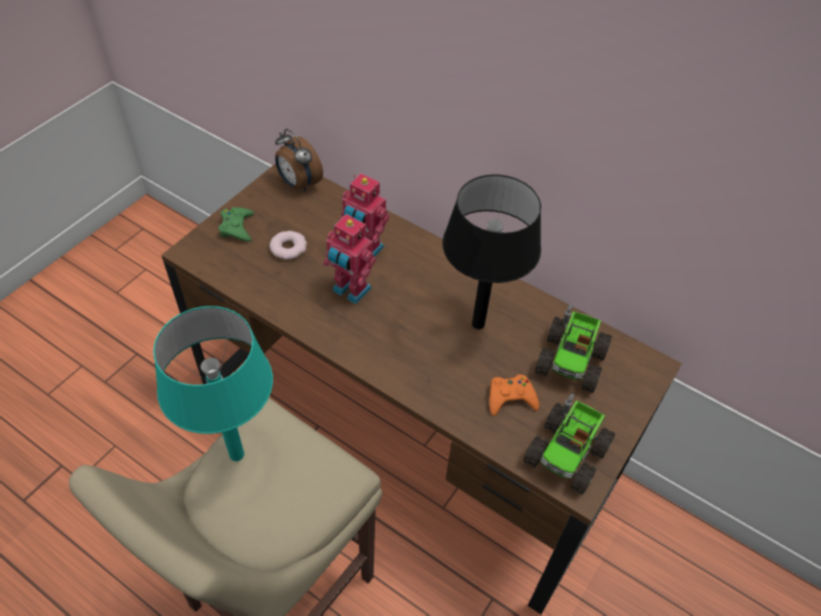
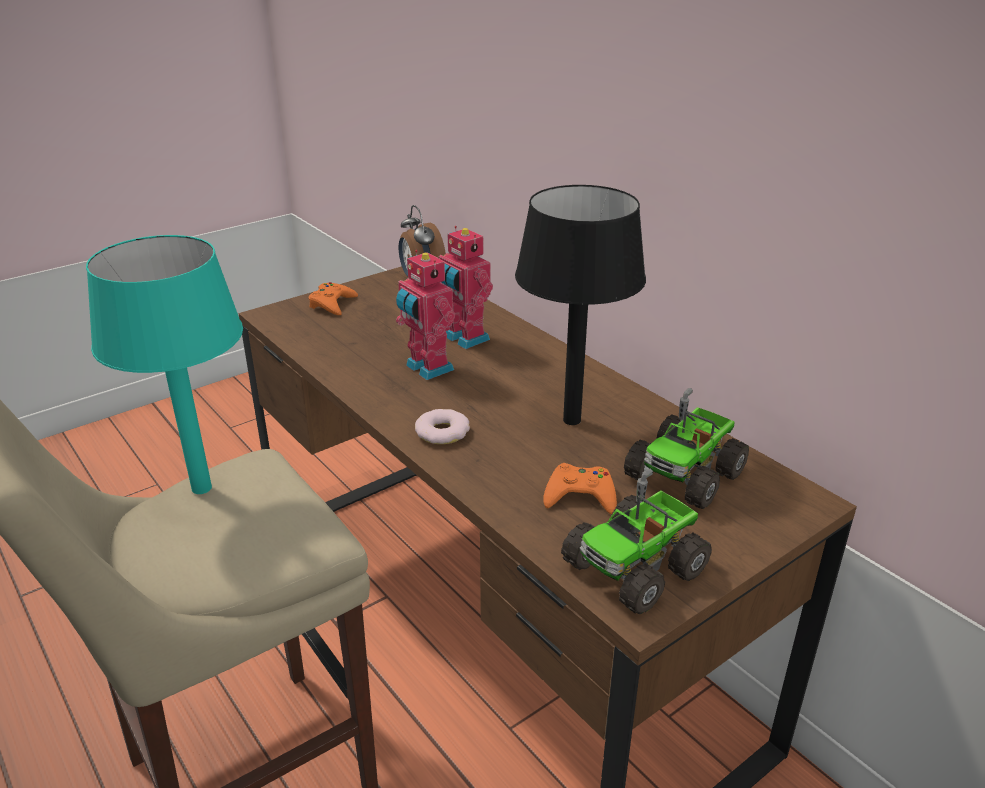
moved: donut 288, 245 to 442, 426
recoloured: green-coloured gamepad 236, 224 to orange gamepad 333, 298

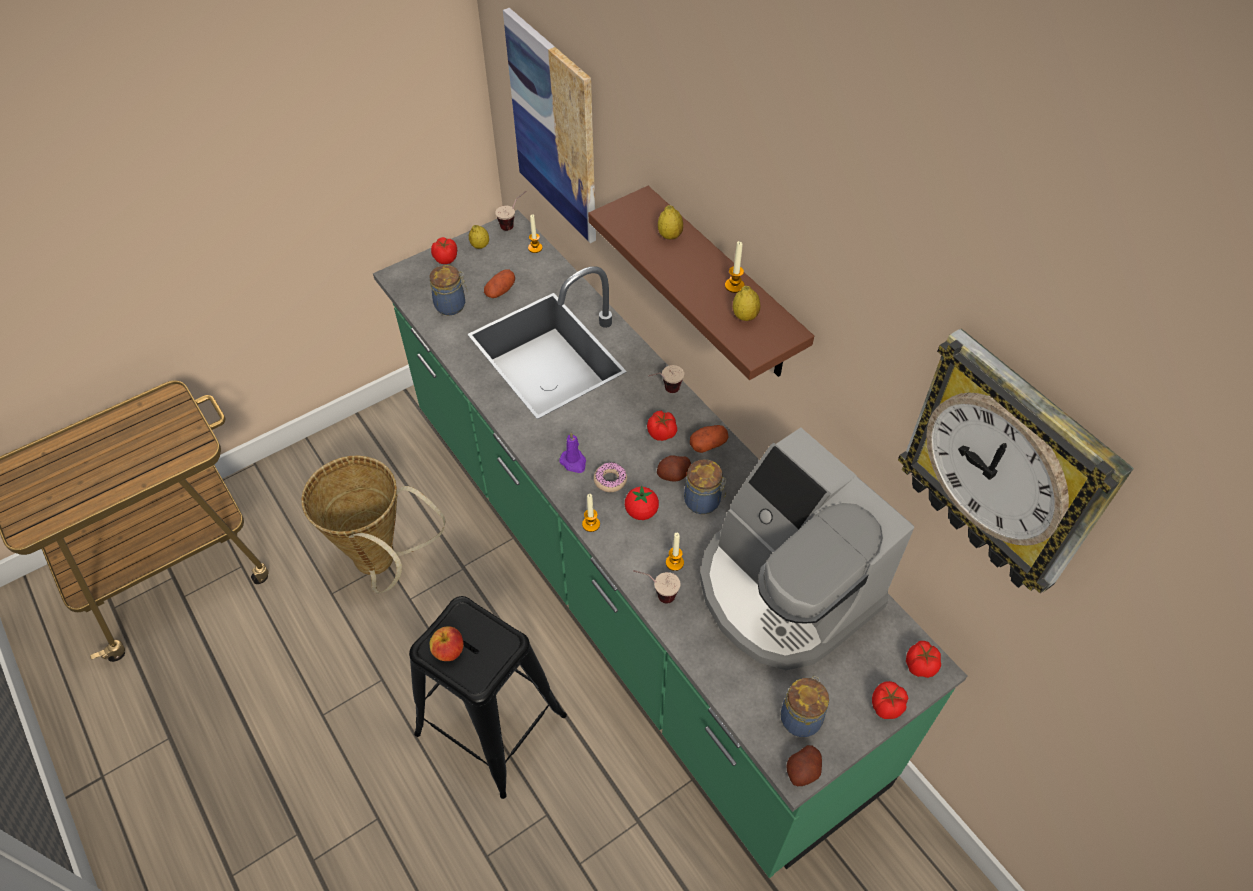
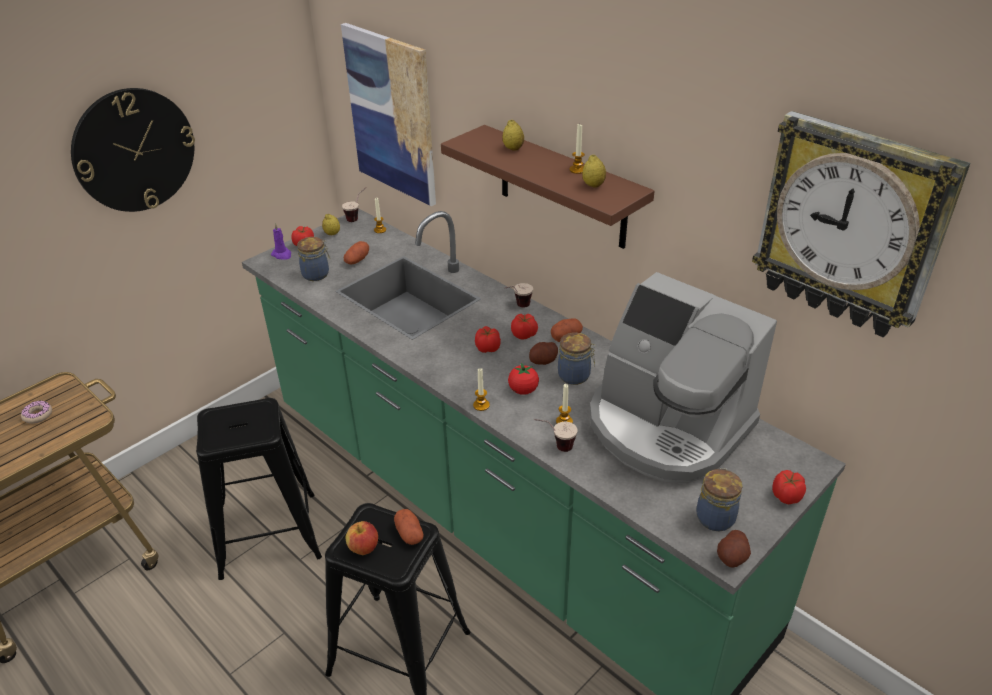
added: hanging clock 133, 150; spud 409, 527
moved: purple candle 572, 452 to 281, 241; donut 610, 477 to 36, 412; whole tomato 923, 659 to 488, 339
replaced: household basket 373, 524 to blackish sitting stool 259, 489

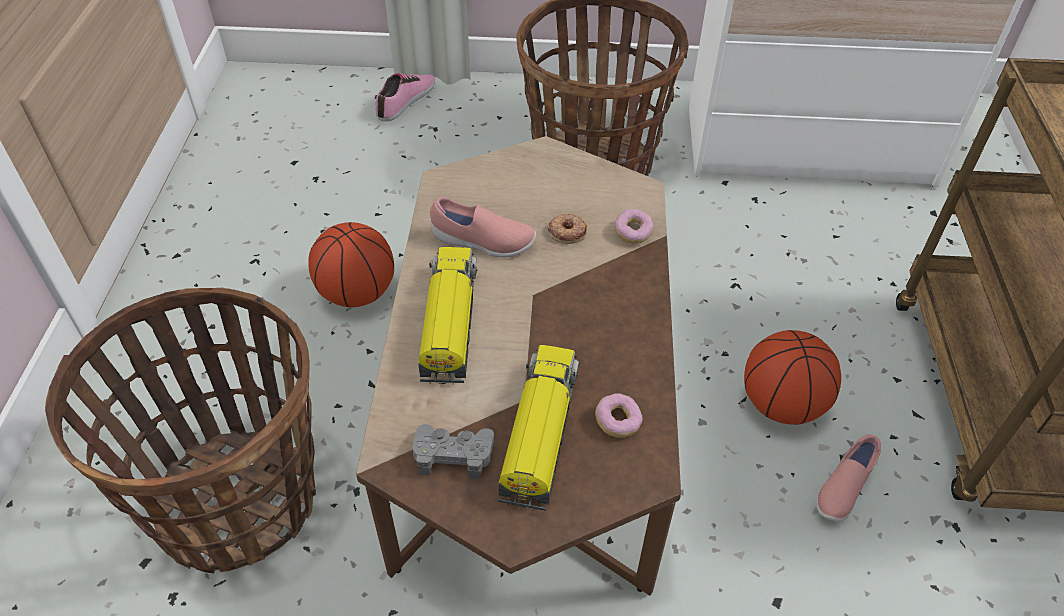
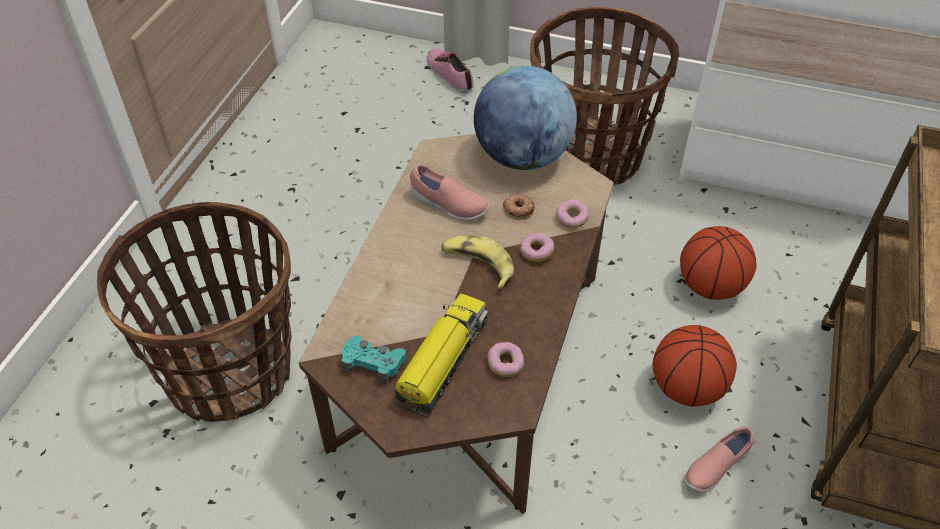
removed: toy lorry 447, 315
added: world globe 525, 118; donut 537, 247; banana 477, 262
moved: basketball 351, 264 to 718, 263
recoloured: greyish gamepad 453, 451 to blue-green gamepad 373, 360
turned: shoe 405, 97 = 450, 70 75 degrees counterclockwise

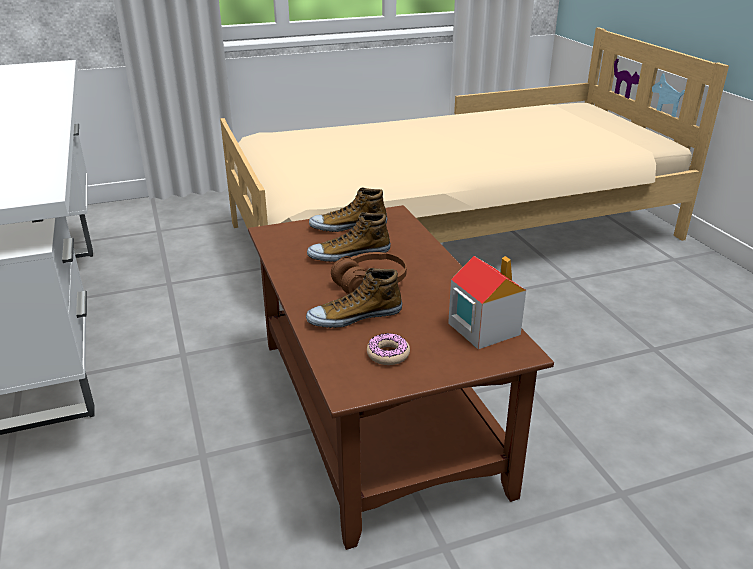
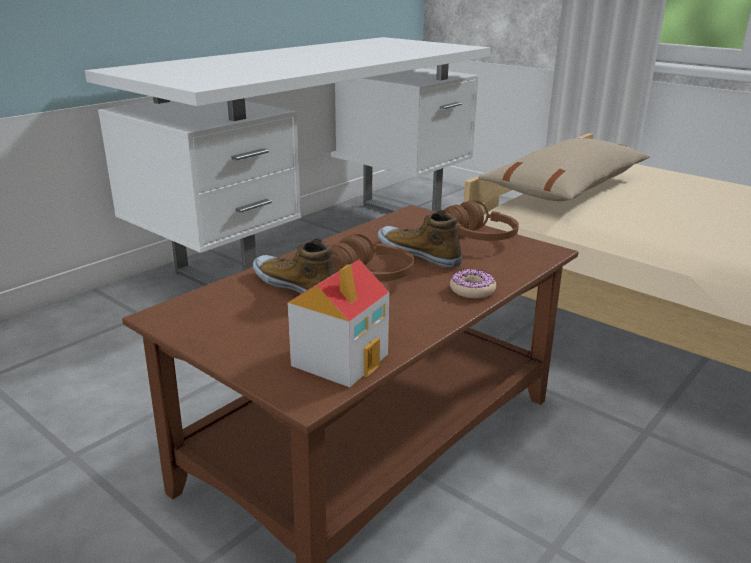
added: beige cushion 564, 169
moved: donut 388, 349 to 473, 283
replaced: shoe 348, 210 to brown-coloured pair of headphones 481, 220

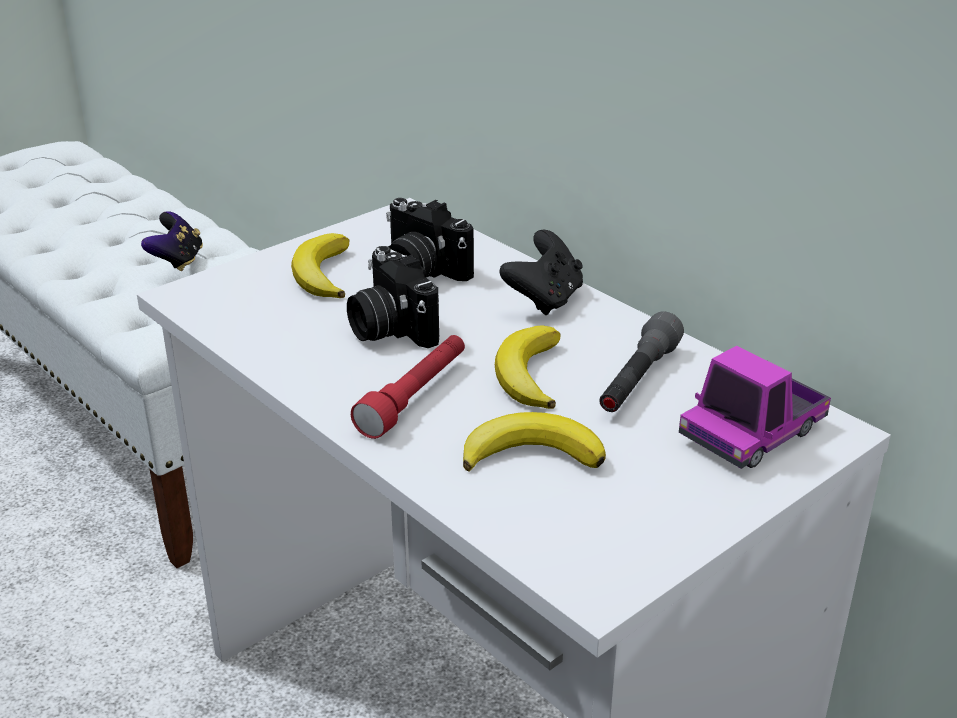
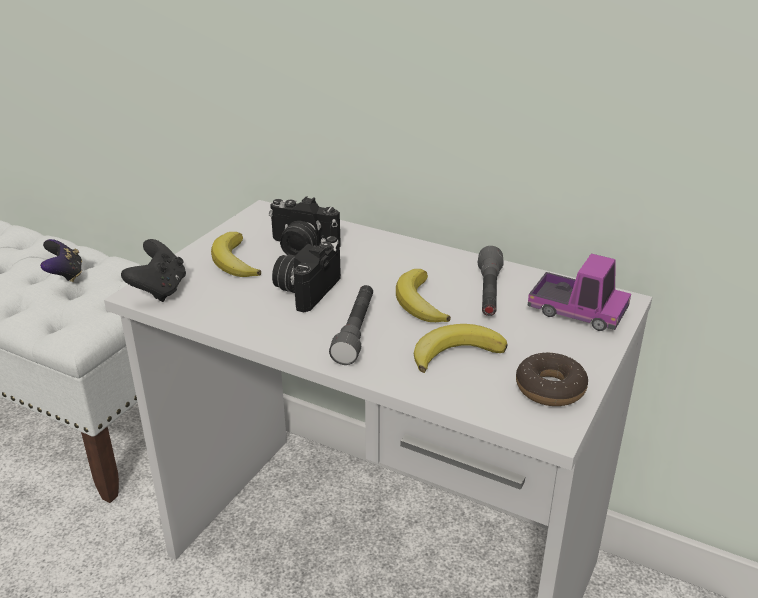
added: donut 552, 379
moved: blackish gamepad 541, 272 to 153, 270
recoloured: red-coloured flashlight 408, 387 to greyish flashlight 351, 325
turned: photo camera 393, 297 = 306, 274 75 degrees clockwise; toy lorry 755, 407 = 579, 292 90 degrees counterclockwise

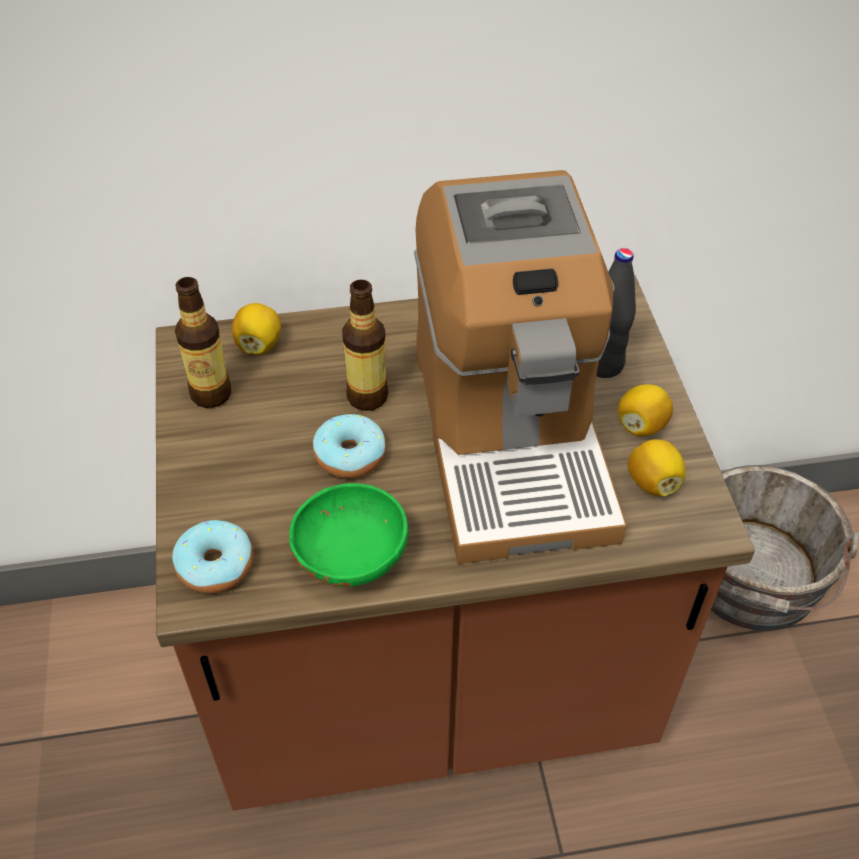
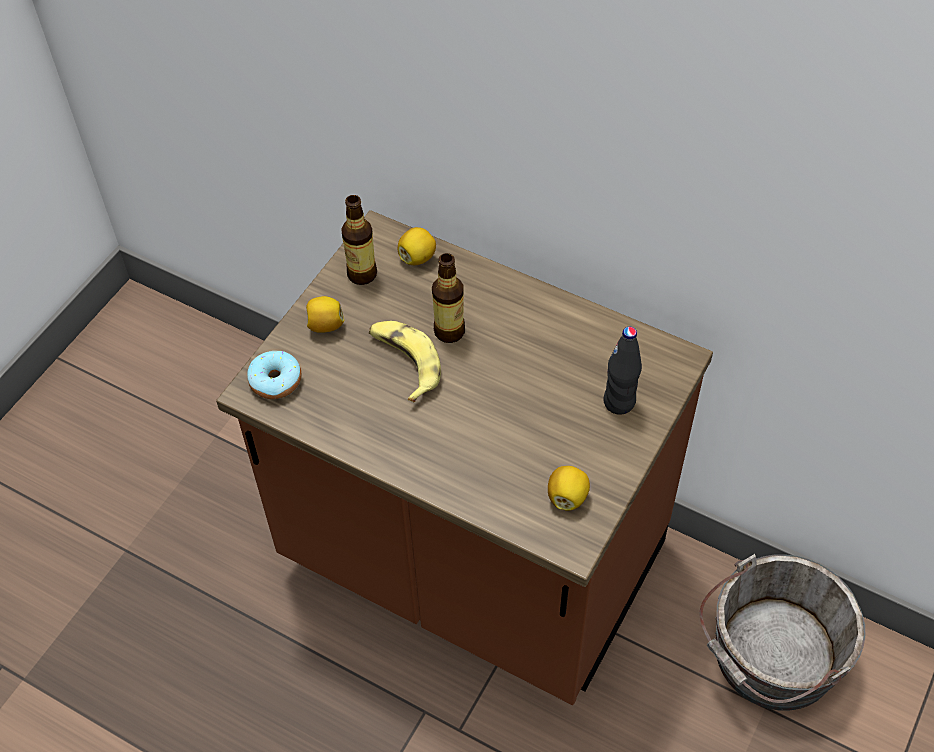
removed: coffee brewer 520, 367; green-coloured bowl 348, 535
moved: citrus fruit 645, 410 to 325, 314
replaced: donut 349, 446 to banana 405, 361

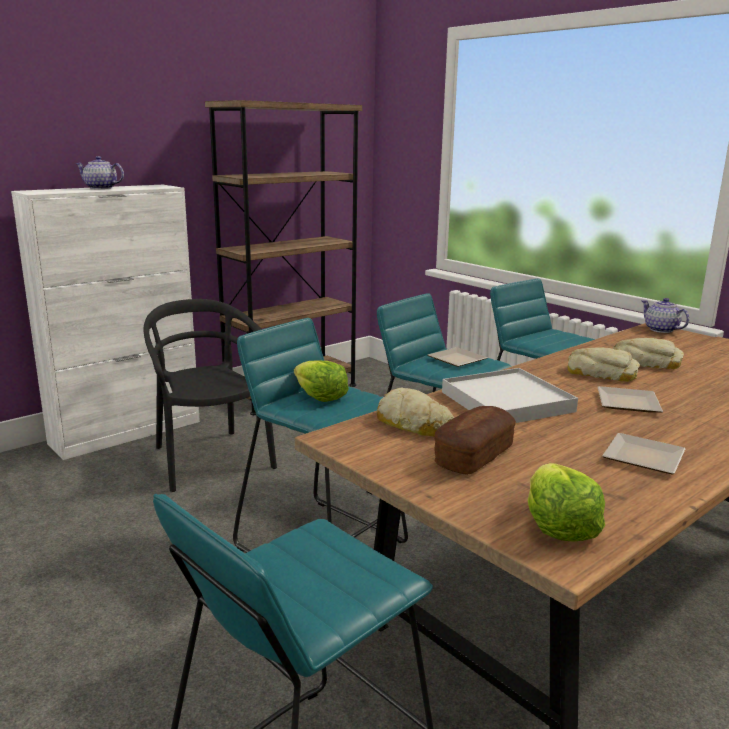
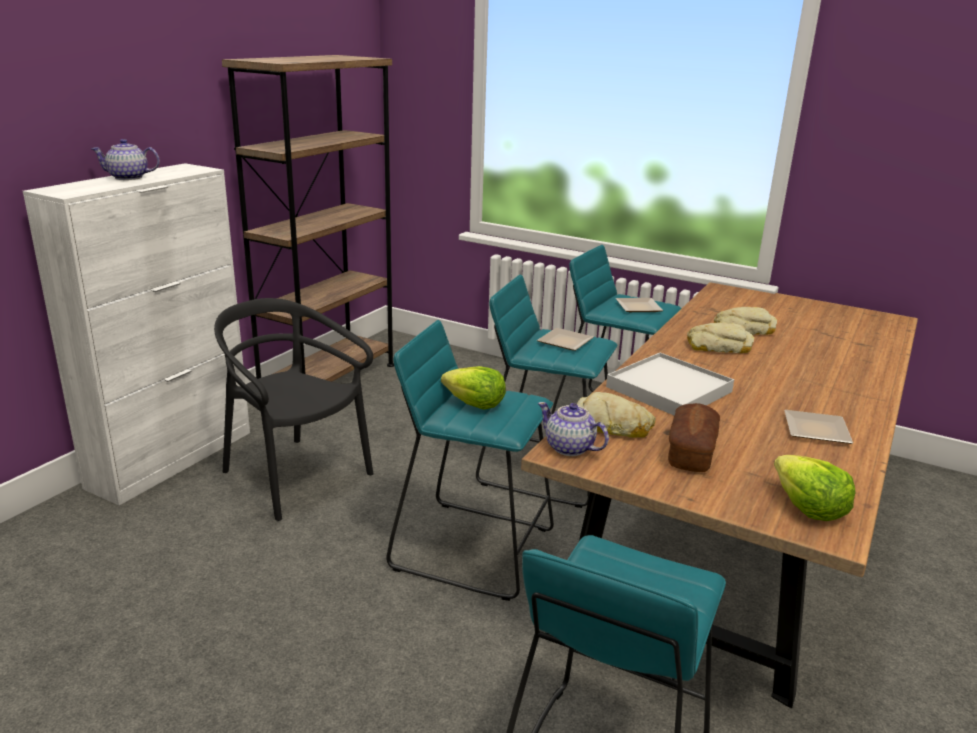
moved: tea pot 665, 315 to 573, 429; flat dish 630, 399 to 639, 305

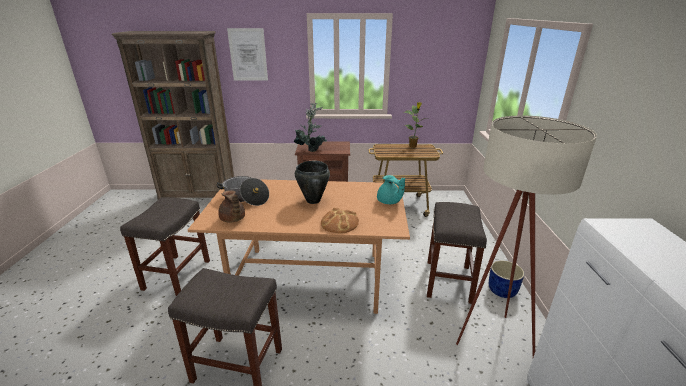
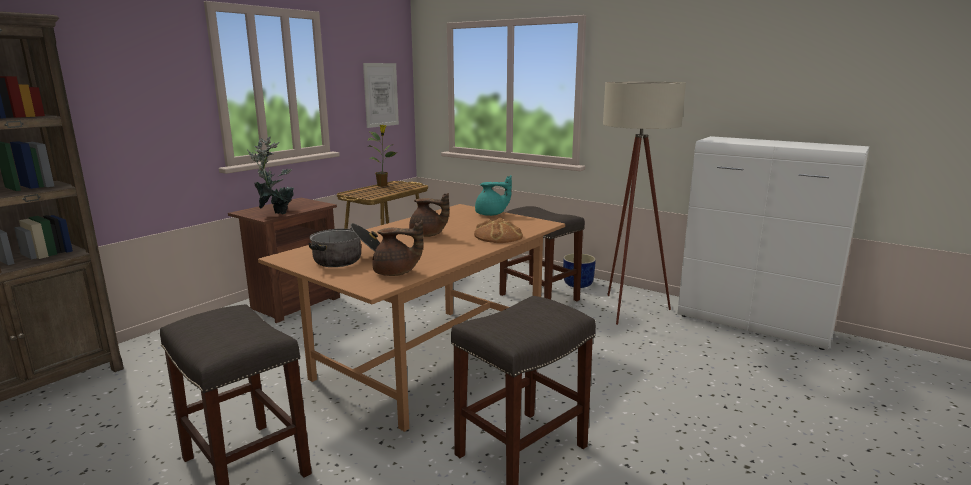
moved: wall picture 247, 54 to 381, 95
replaced: blackish cooking pot 312, 182 to brown-coloured tea pot 429, 215

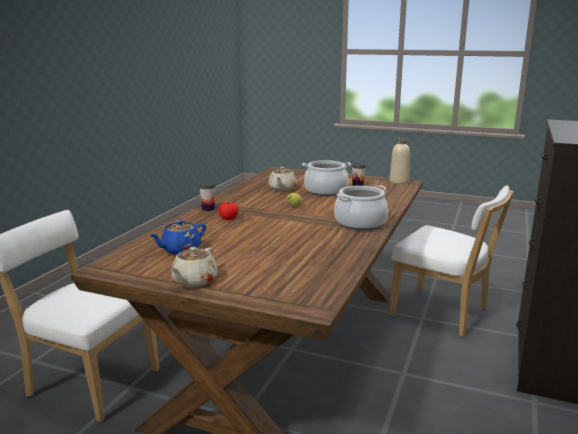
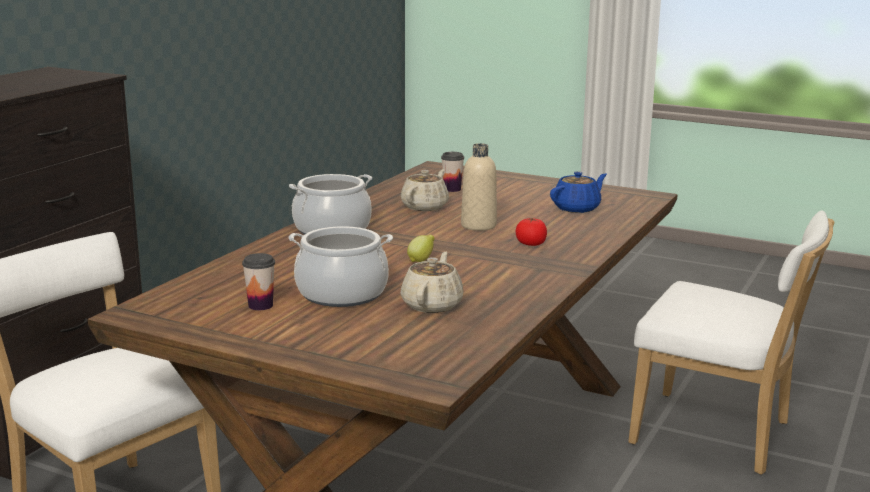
moved: beige bottle 400, 160 to 479, 187; cup 207, 196 to 452, 172; beige tea pot 194, 267 to 425, 190

